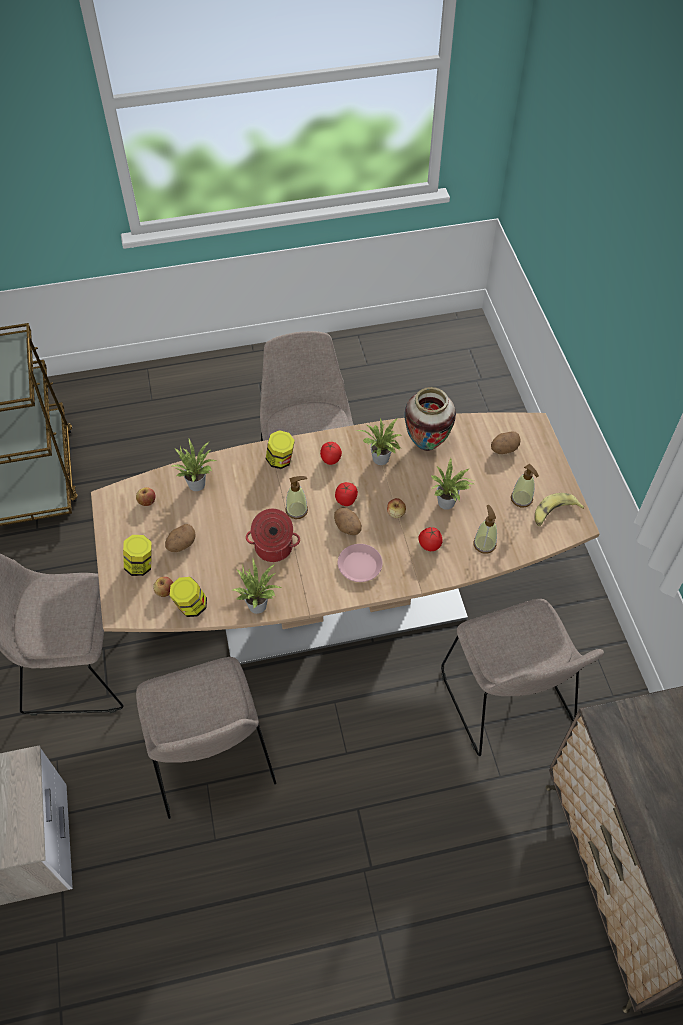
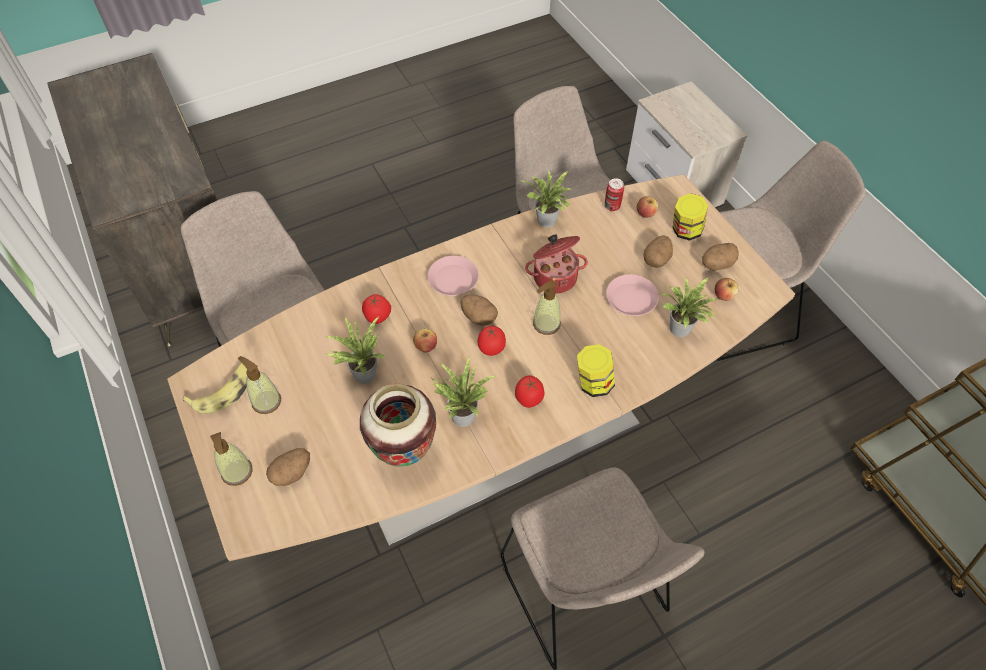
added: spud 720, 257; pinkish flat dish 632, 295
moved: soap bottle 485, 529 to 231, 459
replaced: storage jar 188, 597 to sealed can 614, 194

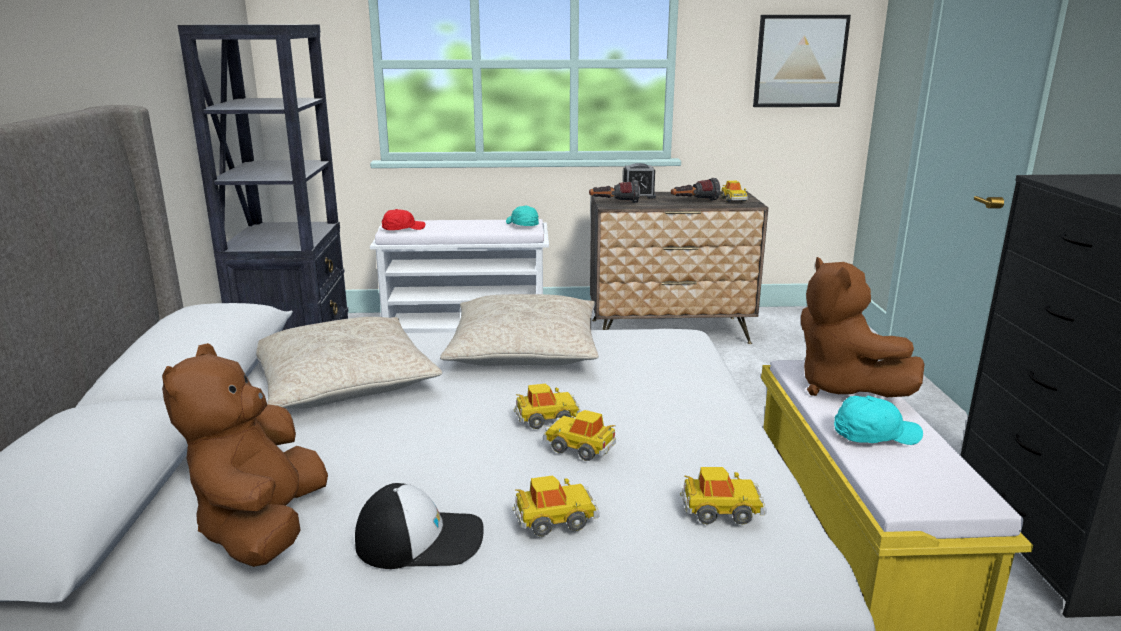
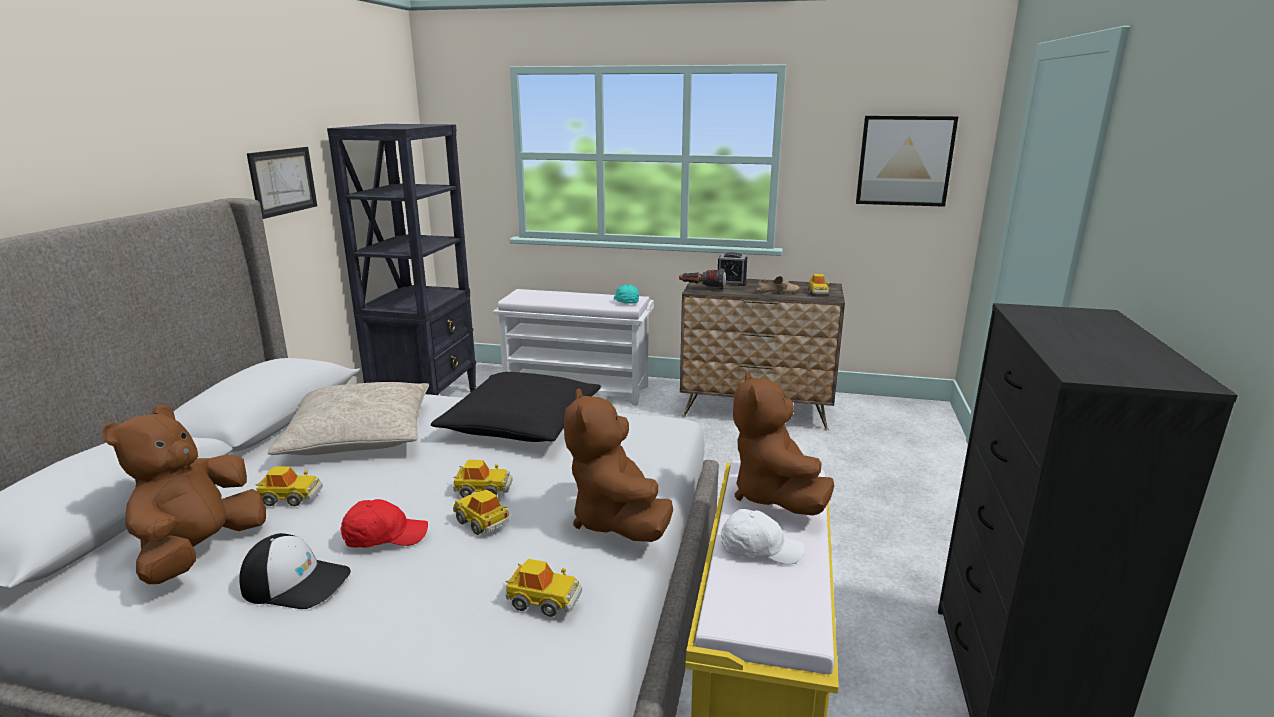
added: wall picture 282, 183; brown-coloured cuddly toy 618, 465
moved: red-coloured baseball cap 403, 219 to 384, 523; miniature car 556, 505 to 289, 486
replaced: flashlight 695, 189 to beige shoe 778, 285
recoloured: beige cushion 519, 330 to blackish cushion 515, 407; blue-green baseball cap 878, 420 to whitish baseball cap 762, 537

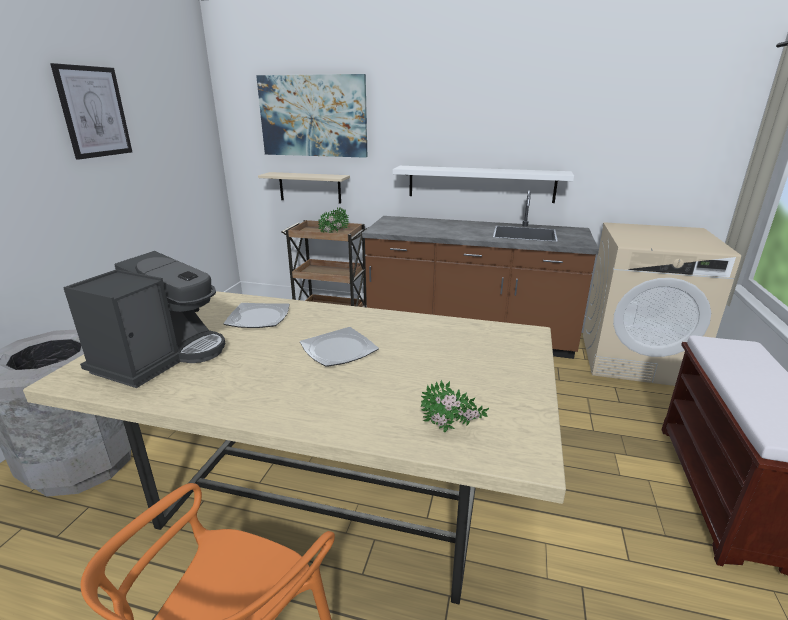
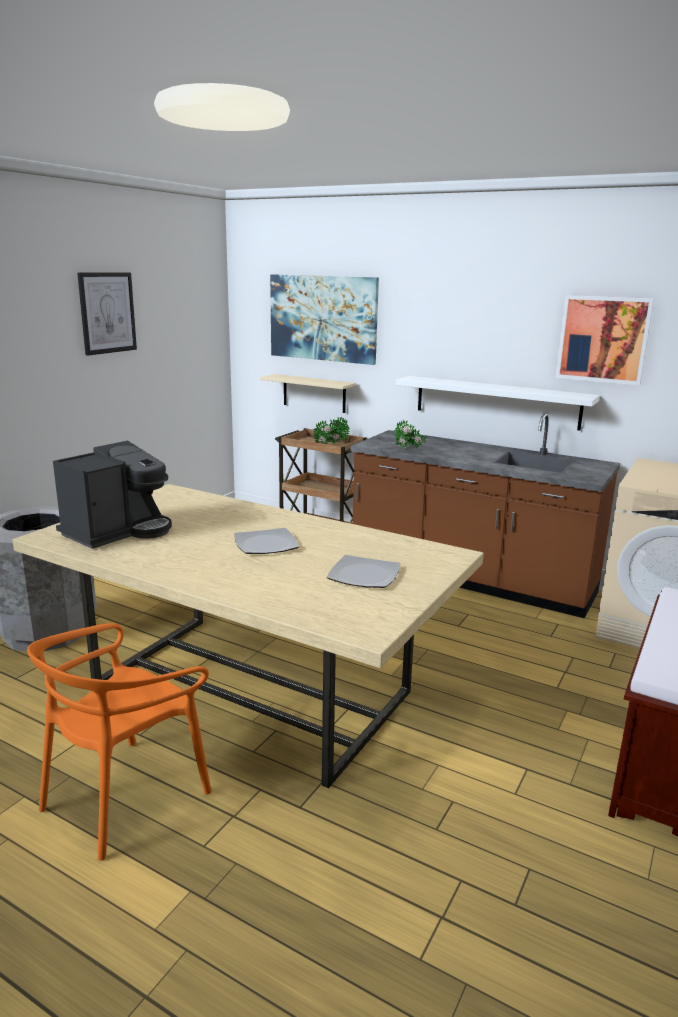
added: wall picture 605, 340
moved: flat dish 256, 315 to 363, 571; plant in a pot 455, 406 to 410, 434

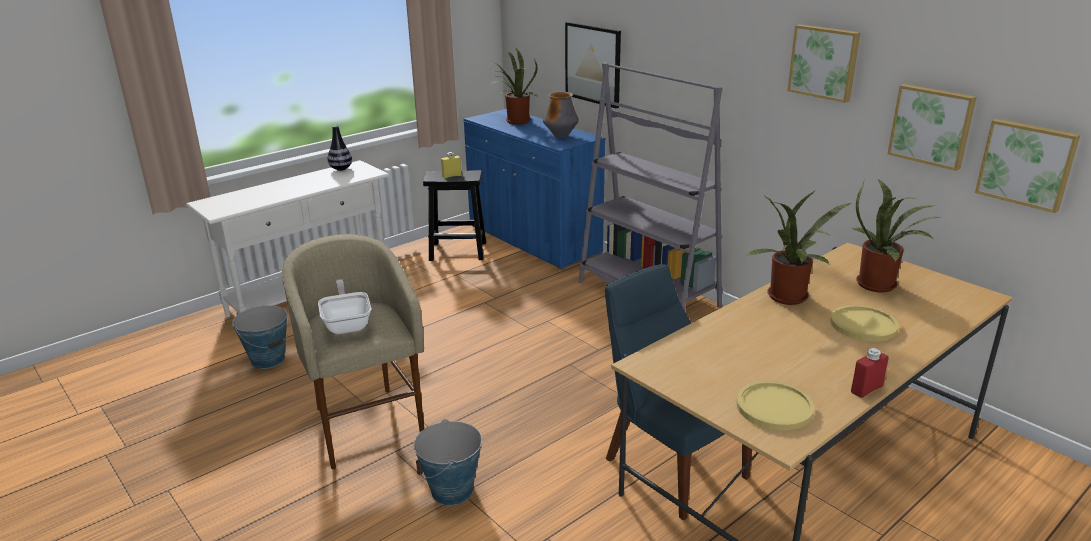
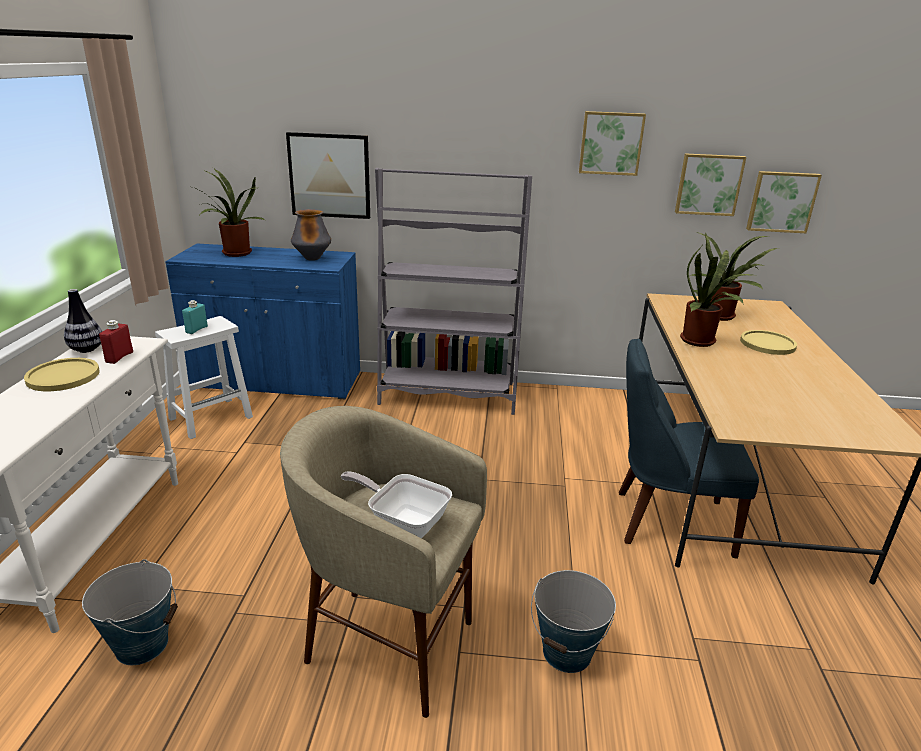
moved: red-coloured bottle 870, 373 to 116, 342; yellow-coloured flat dish 775, 406 to 62, 374
recoloured: yellow-coloured bottle 451, 165 to blue-green bottle 195, 317; blackish sitting stool 454, 215 to whitish sitting stool 204, 377

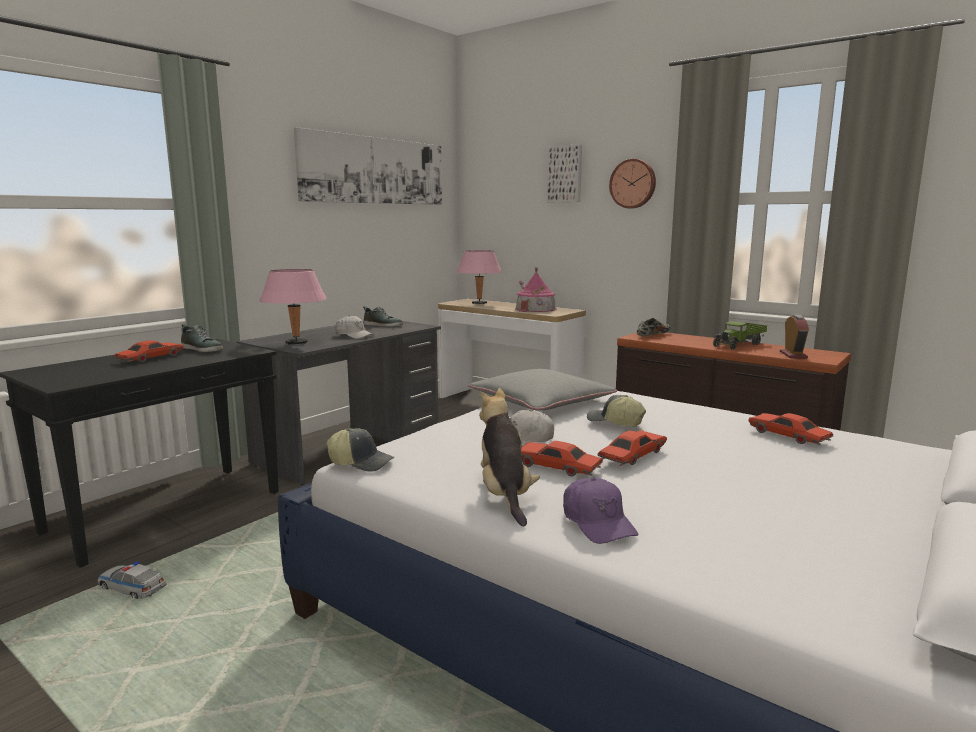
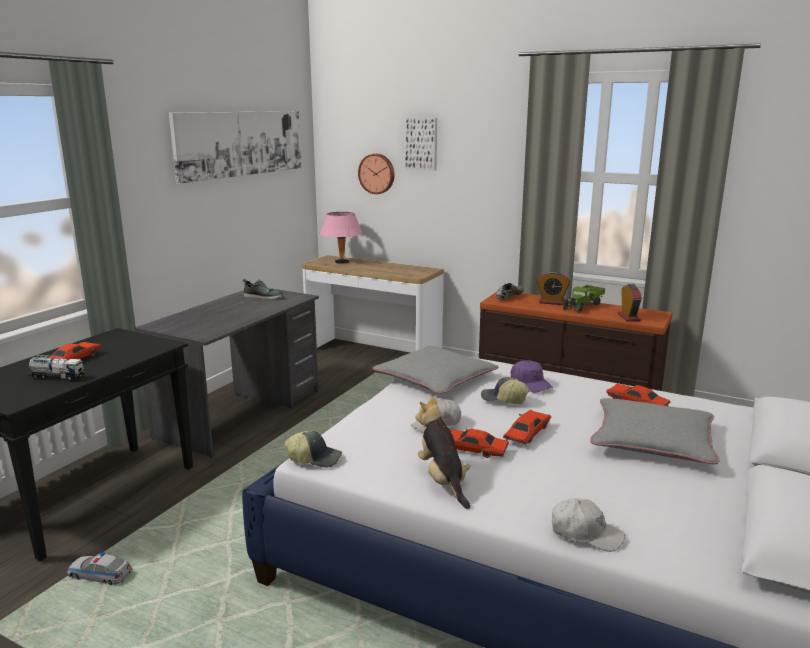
removed: toy house 536, 289; pinkish tabletop lamp 293, 306; shoe 202, 338
added: alarm clock 553, 288; toy lorry 56, 368; greyish cushion 654, 431
moved: hanging clock 632, 183 to 376, 174; whitish baseball cap 354, 327 to 588, 525; purple baseball cap 601, 511 to 532, 376

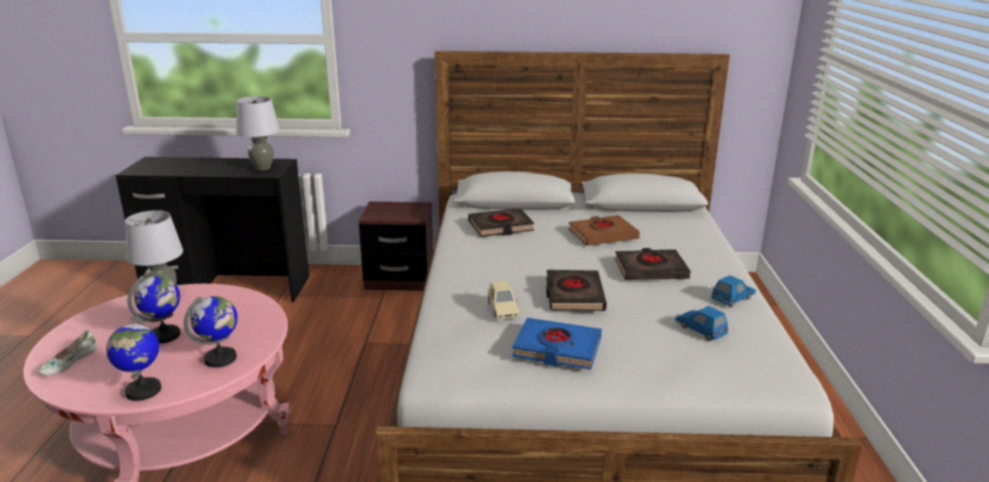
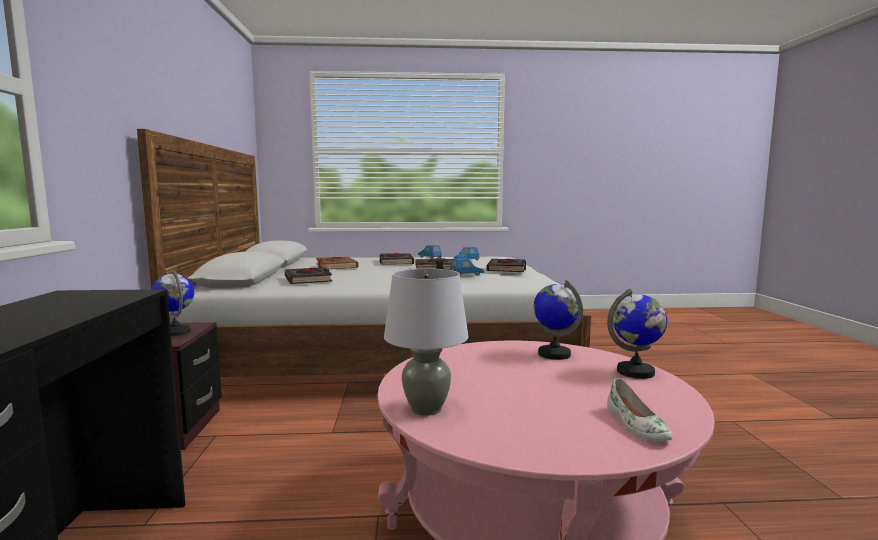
removed: greyish tabletop lamp 258, 133
moved: world globe 154, 310 to 173, 303
recoloured: beige miniature car 503, 300 to bluish miniature car 467, 267; bluish book 557, 343 to blackish book 506, 265
turned: whitish shoe 67, 353 = 640, 409 60 degrees clockwise

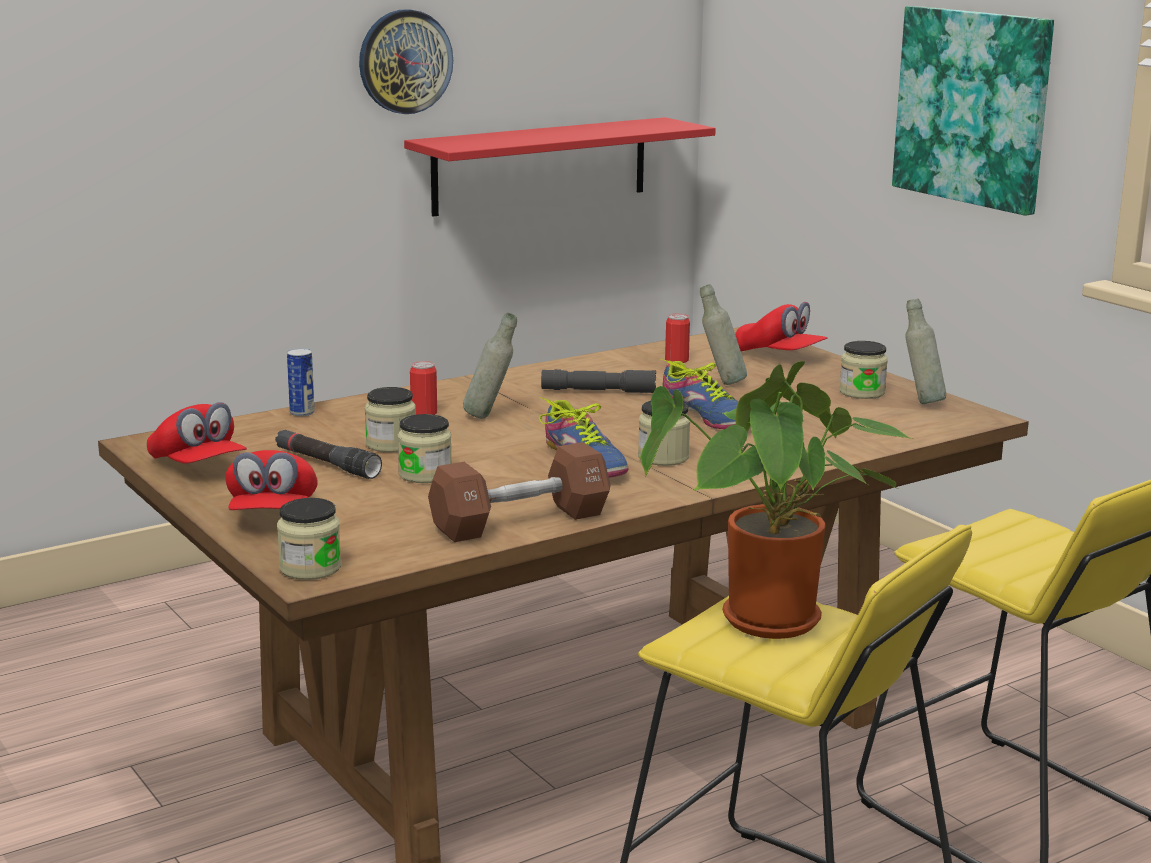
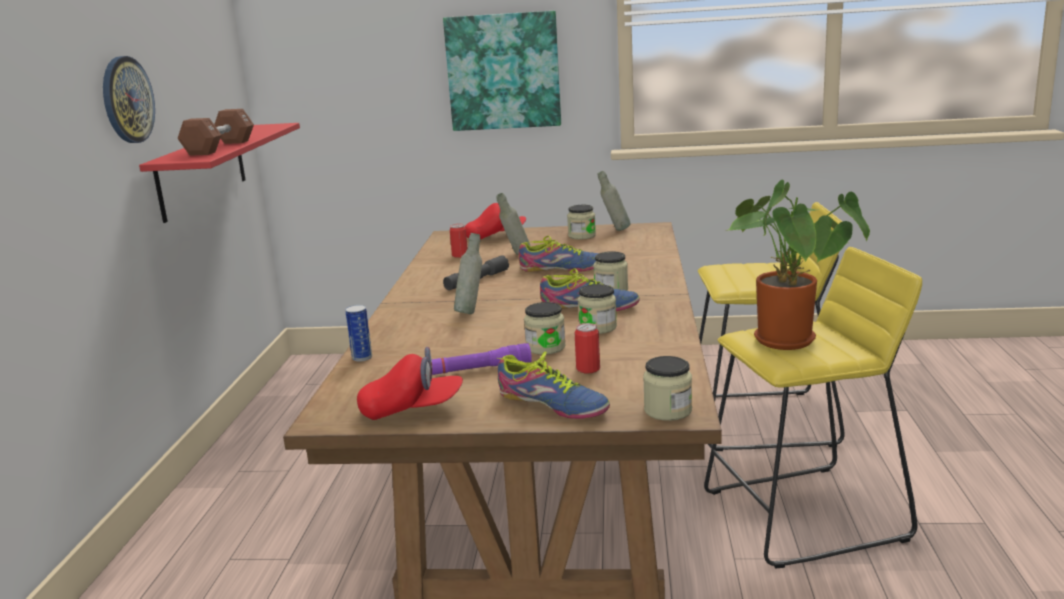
moved: sealed can 423, 388 to 587, 348; storage jar 390, 419 to 597, 309; brown-coloured free weight 519, 492 to 215, 132
replaced: red-coloured baseball cap 271, 480 to shoe 553, 385
recoloured: blackish flashlight 328, 454 to purple flashlight 482, 359

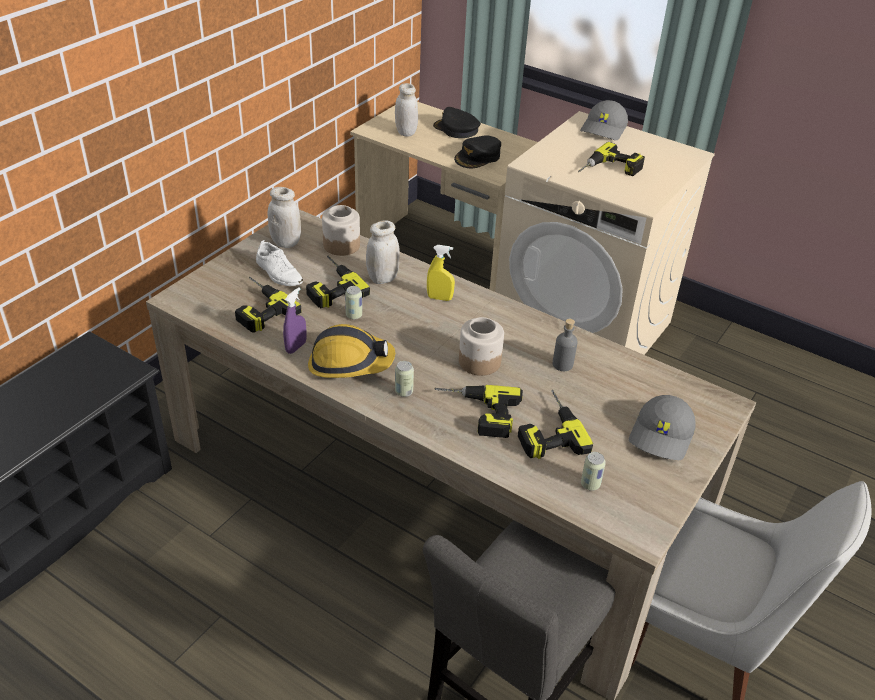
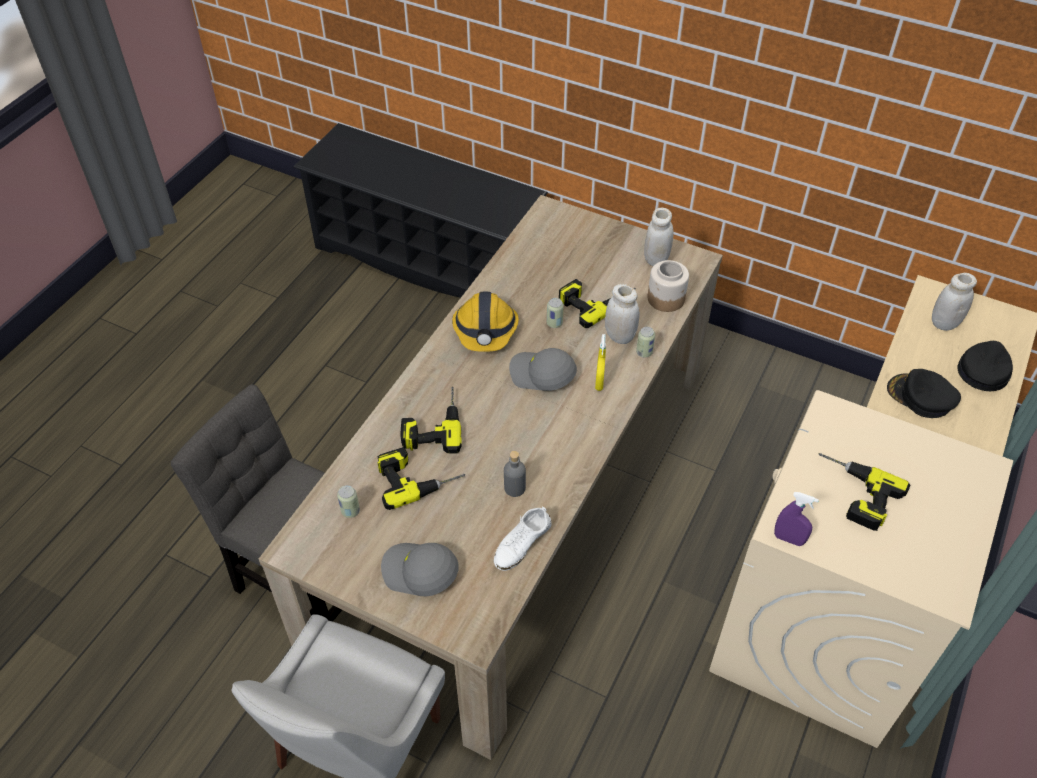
removed: electric drill 268, 305; storage jar 481, 346
moved: greyish baseball cap 604, 120 to 543, 369; whitish shoe 279, 263 to 523, 538; purple sprayer 294, 321 to 796, 519; sealed can 404, 379 to 645, 342

